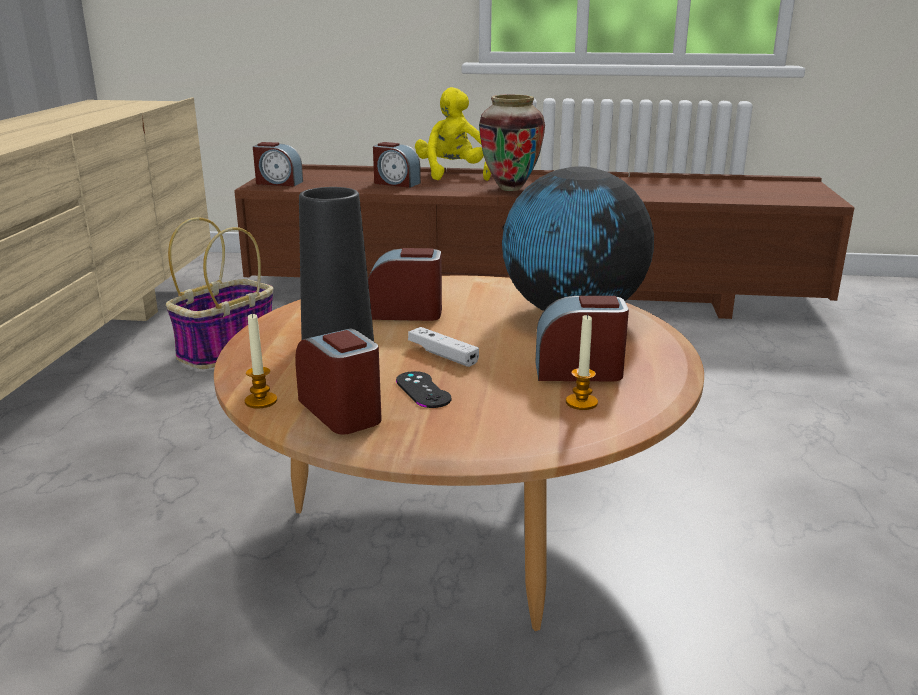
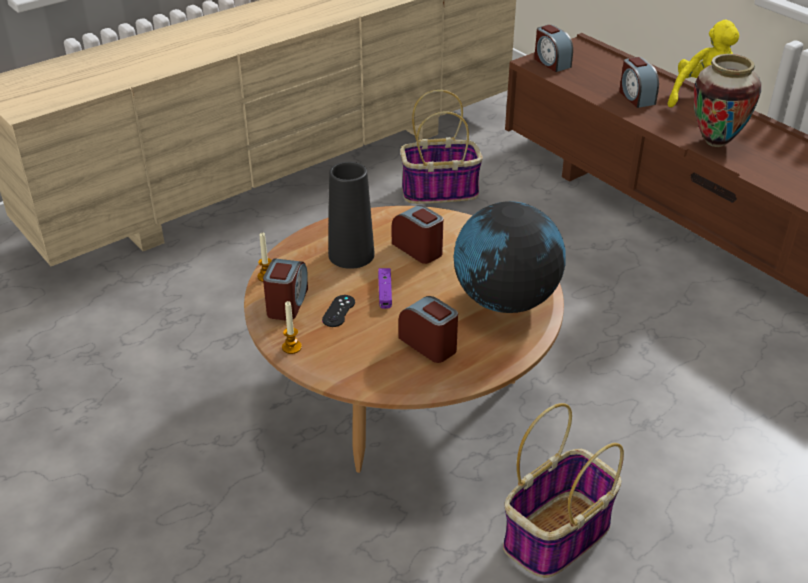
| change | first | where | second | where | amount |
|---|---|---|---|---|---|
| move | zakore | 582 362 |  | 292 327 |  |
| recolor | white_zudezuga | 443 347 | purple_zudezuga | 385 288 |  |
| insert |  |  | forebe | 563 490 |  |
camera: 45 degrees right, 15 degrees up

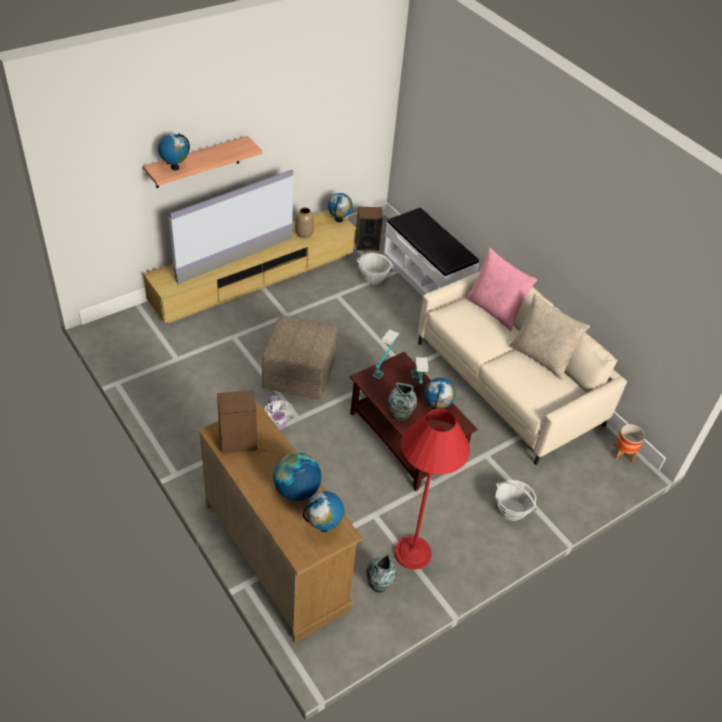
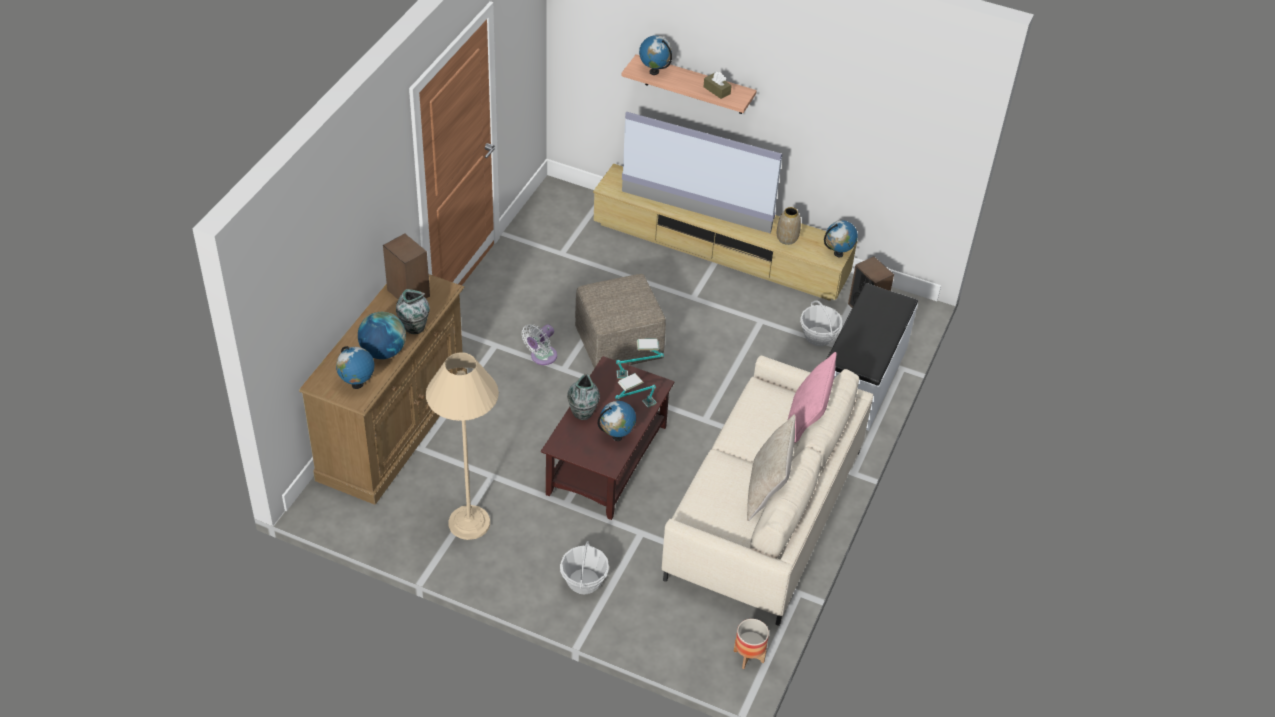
| change | first | where | second | where | amount |
|---|---|---|---|---|---|
| move | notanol | 381 573 |  | 413 311 |  |
| recolor | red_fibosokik | 432 489 | beige_fibosokik | 462 446 |  |
| insert |  |  | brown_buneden | 717 85 |  |
camera: 60 degrees right, 0 degrees up

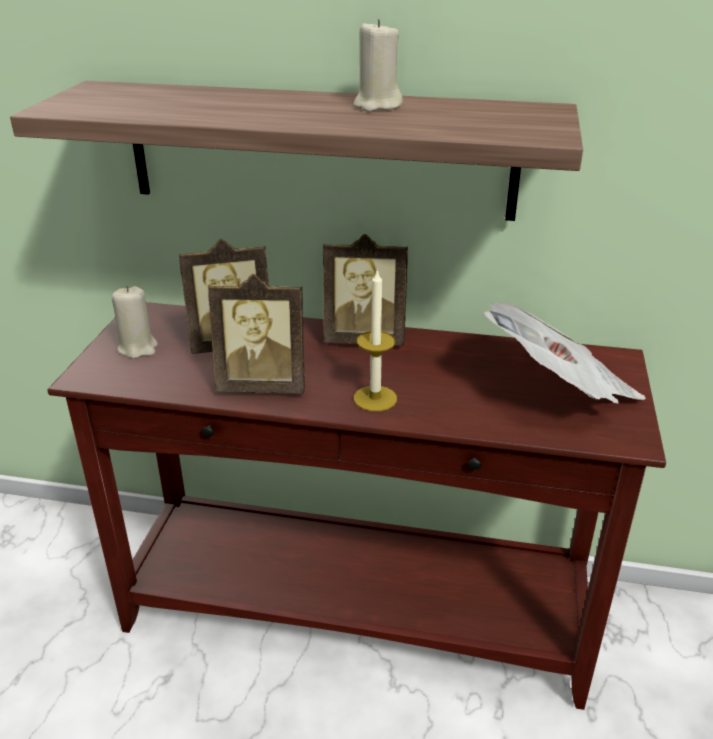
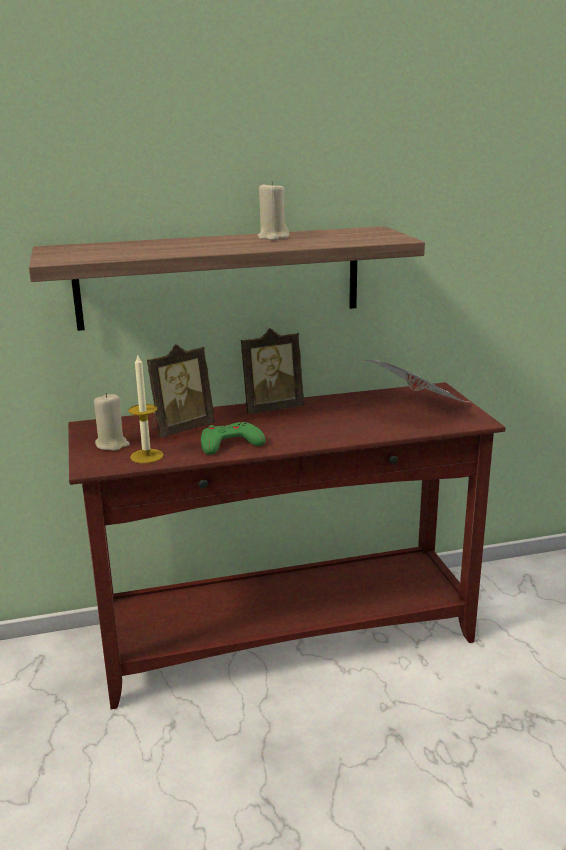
| change | first | where | second | where | amount |
|---|---|---|---|---|---|
| move | zakore | 375 339 |  | 146 409 |  |
| replace | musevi | 256 333 | green_zudezuga | 233 438 |  |
camera: 25 degrees left, 10 degrees down

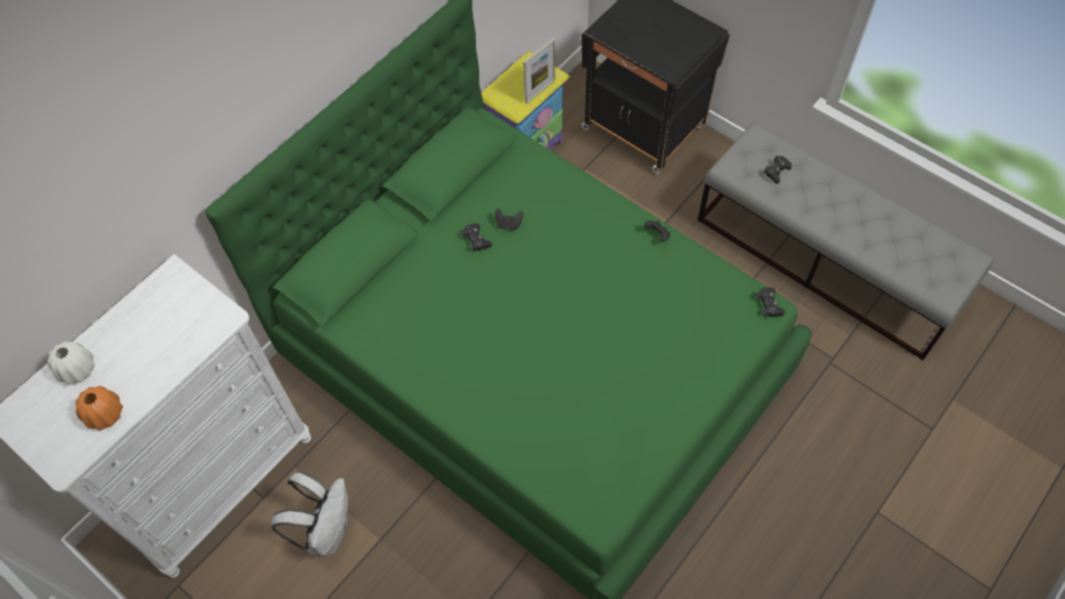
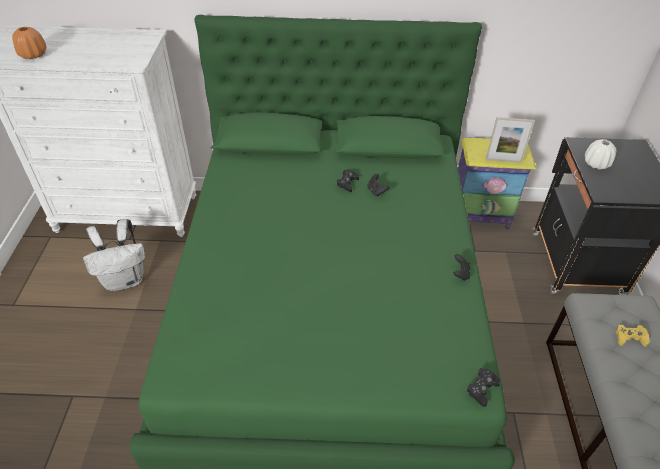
| change | first | where | second | where | amount |
|---|---|---|---|---|---|
| move | white_notanol | 71 363 |  | 600 154 |  |
| recolor | black_zudezuga | 778 169 | yellow_zudezuga | 633 335 |  |
camera: 50 degrees right, 15 degrees down

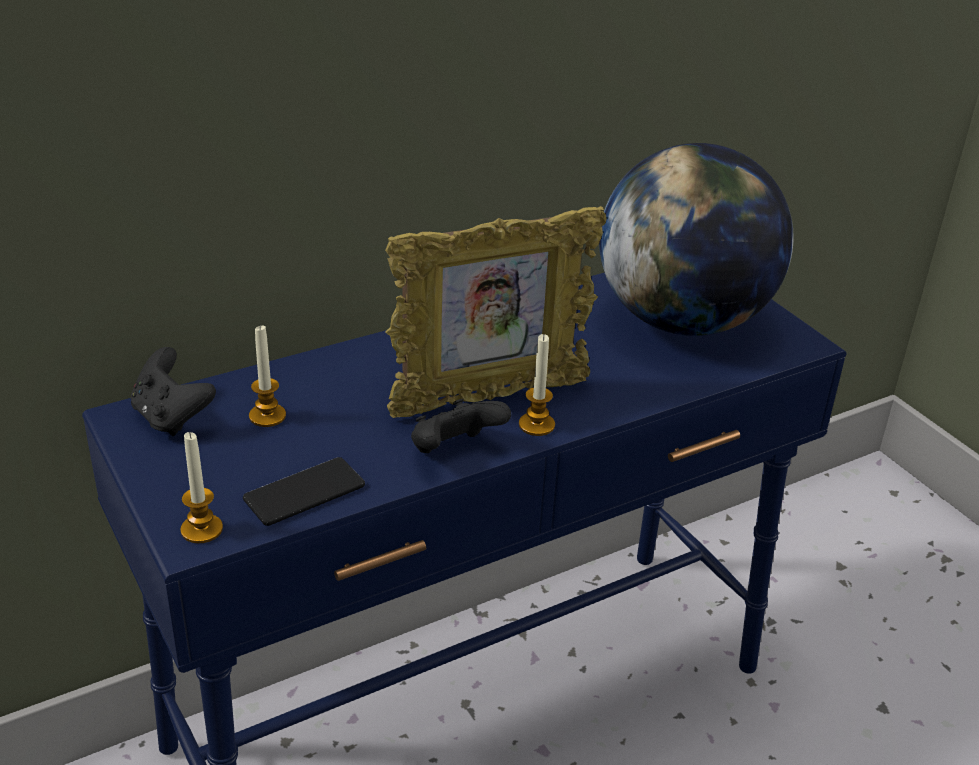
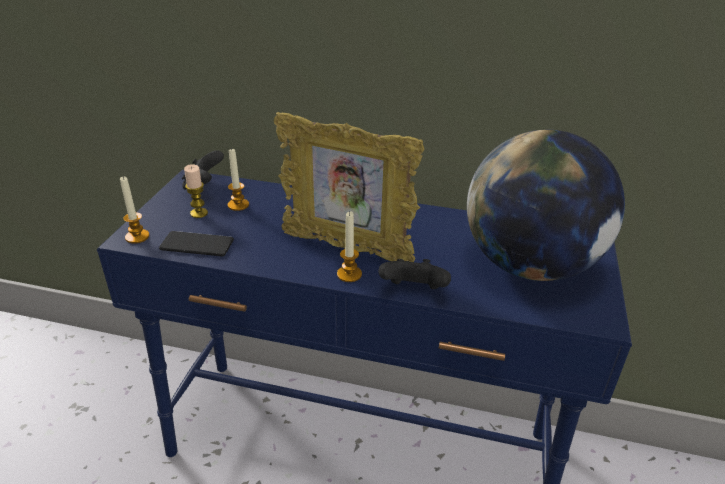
| change | first | where | second | where | amount |
|---|---|---|---|---|---|
| insert |  |  | zakore | 196 191 |  |
| move | black_zudezuga | 461 426 |  | 414 274 |  |
camera: 45 degrees right, 0 degrees up

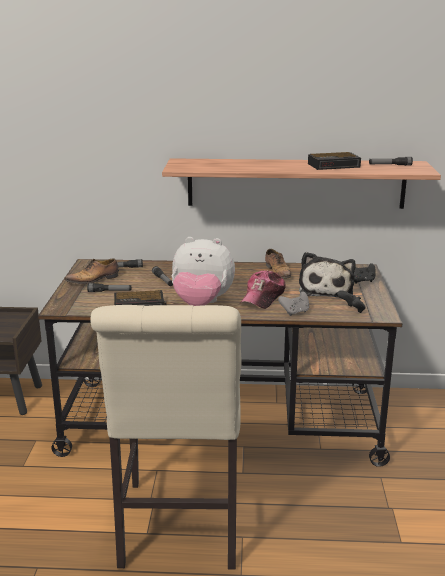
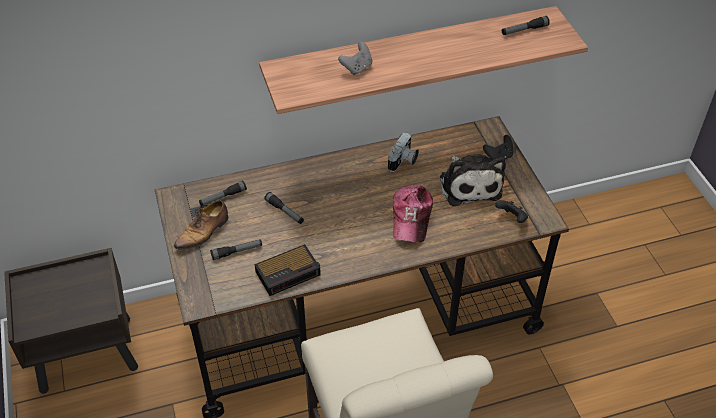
| change | first | where | second | where | amount |
|---|---|---|---|---|---|
| move | grey_zudezuga | 293 303 |  | 355 58 |  |
| replace | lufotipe | 278 264 | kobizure | 403 152 |  |
| delete | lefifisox | 203 271 |  |  |  |
| delete | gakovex | 334 161 |  |  |  |
camera: 20 degrees left, 25 degrees up

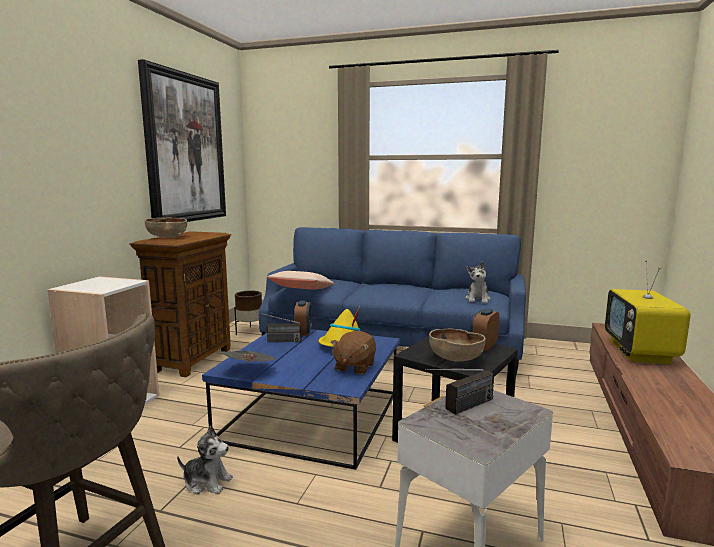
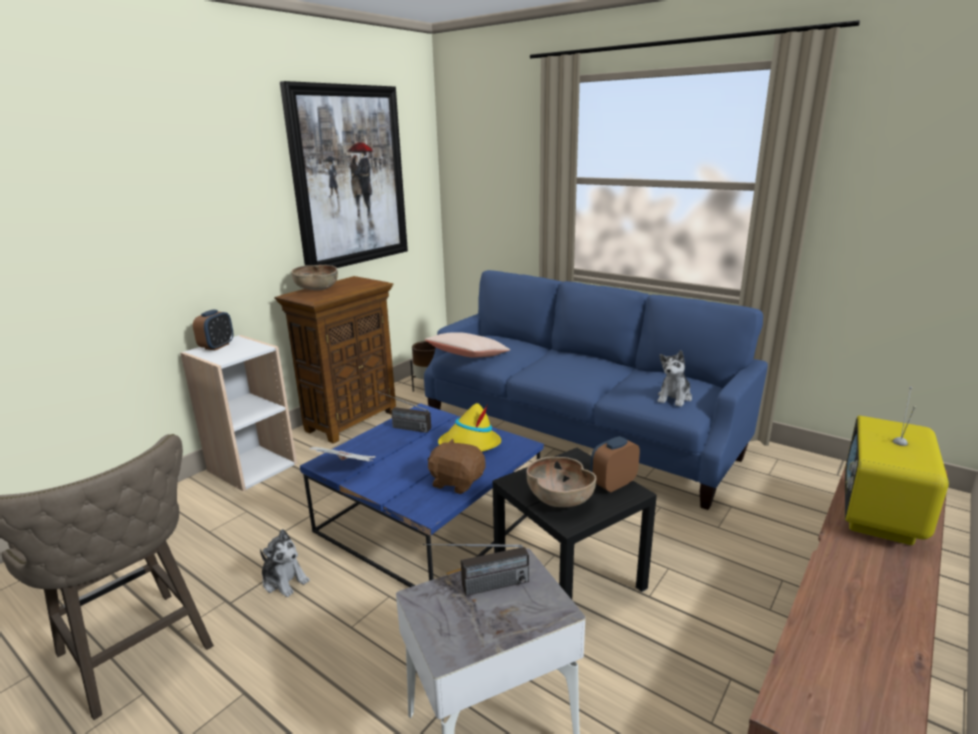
| change | first | where | second | where | amount |
|---|---|---|---|---|---|
| move | gakovex | 303 317 |  | 213 330 |  |
| rotate | brown_lefifisox | 353 353 |  | 456 466 | 75 degrees clockwise |
camera: 20 degrees right, 10 degrees up

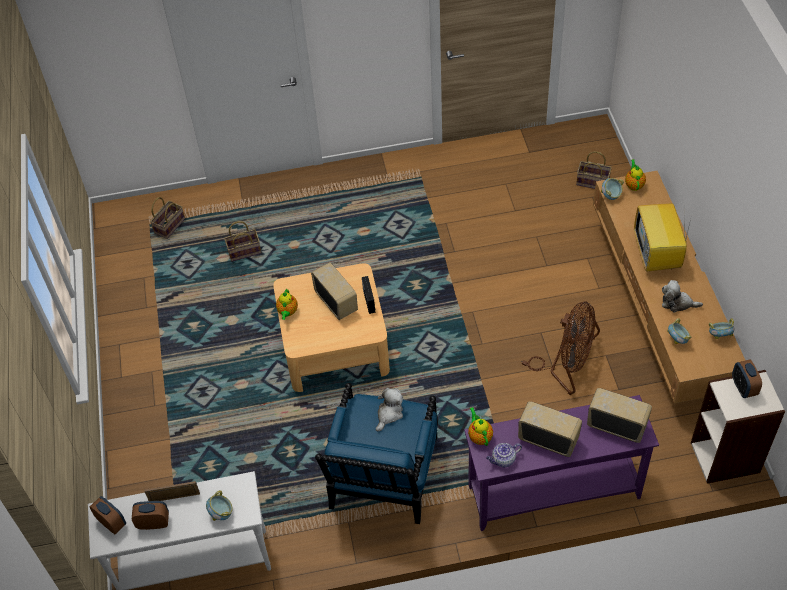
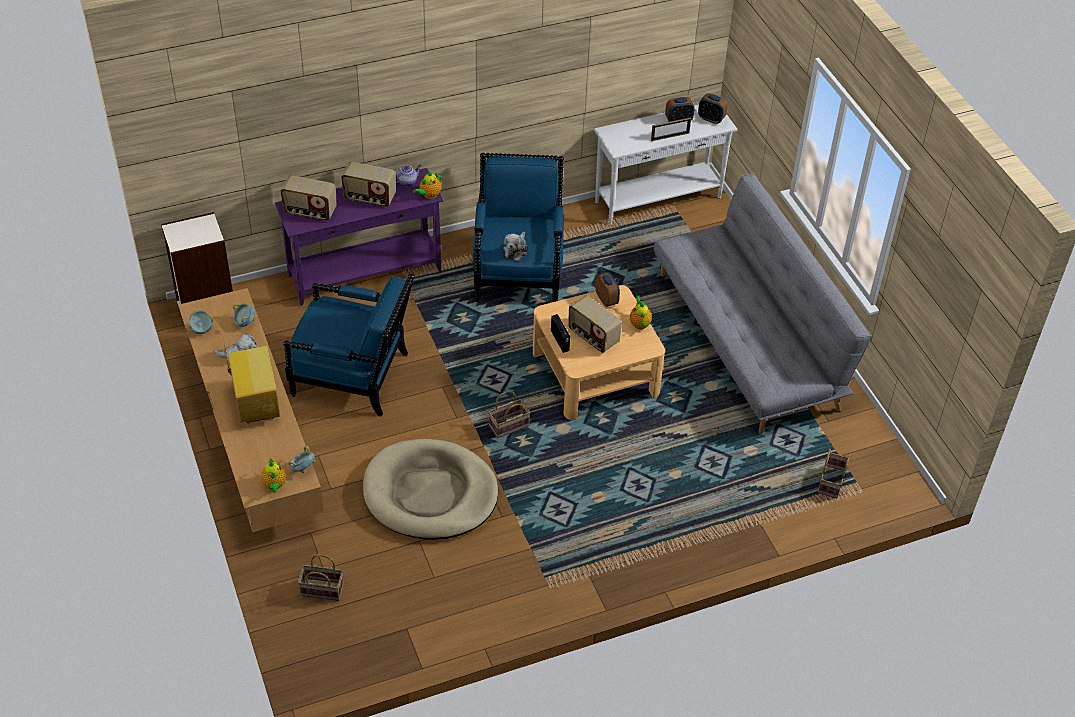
| change | first | where | second | where | amount |
|---|---|---|---|---|---|
| replace | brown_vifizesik | 561 348 | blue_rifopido | 349 345 |  |
| insert |  |  | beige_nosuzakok | 430 489 |  |
| rotate | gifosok | 480 426 |  | 427 185 | 75 degrees clockwise |
| move | forebe | 242 241 |  | 509 414 |  |
| move | gakovex | 747 379 |  | 607 289 |  |
| insert |  |  | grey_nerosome | 763 303 |  |
| delete | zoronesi | 219 505 |  |  |  |
camera: 165 degrees right, 5 degrees down

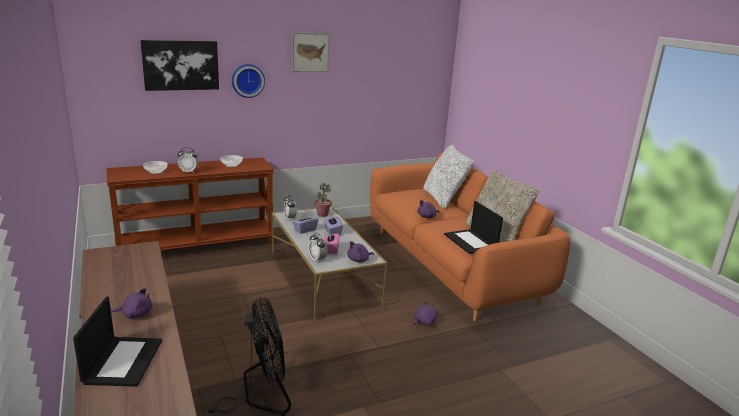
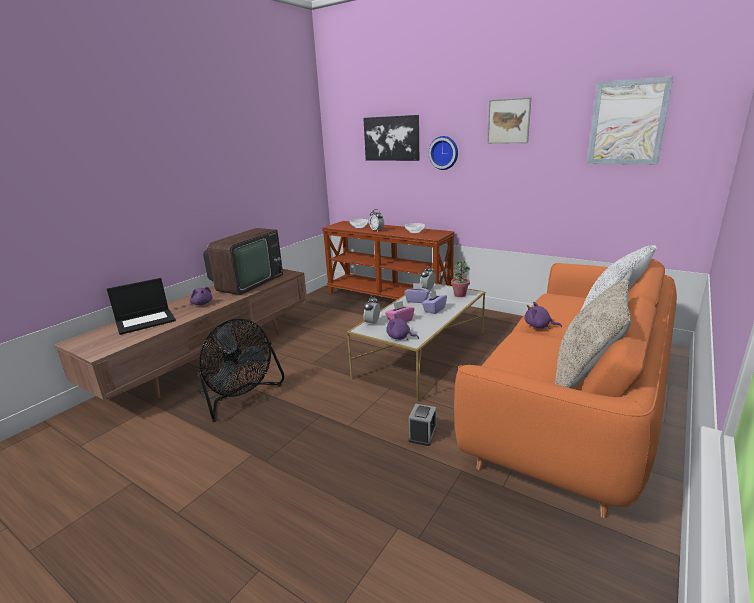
| change | first | where | second | where | amount |
|---|---|---|---|---|---|
| insert |  |  | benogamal | 243 261 |  |
| replace | purple_lefifisox | 423 314 | gakovex | 422 425 |  |
| insert |  |  | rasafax | 630 120 |  |
| delete | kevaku | 473 227 |  |  |  |
camera: 60 degrees right, 0 degrees up

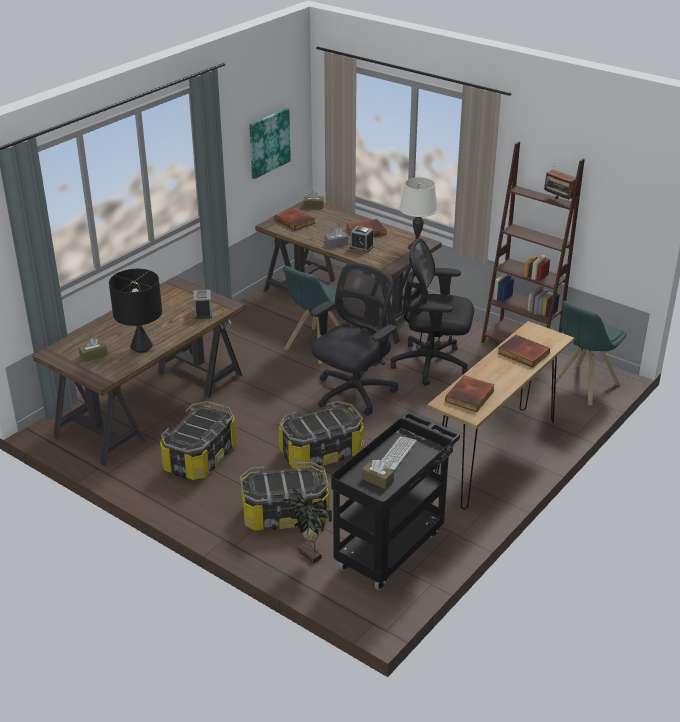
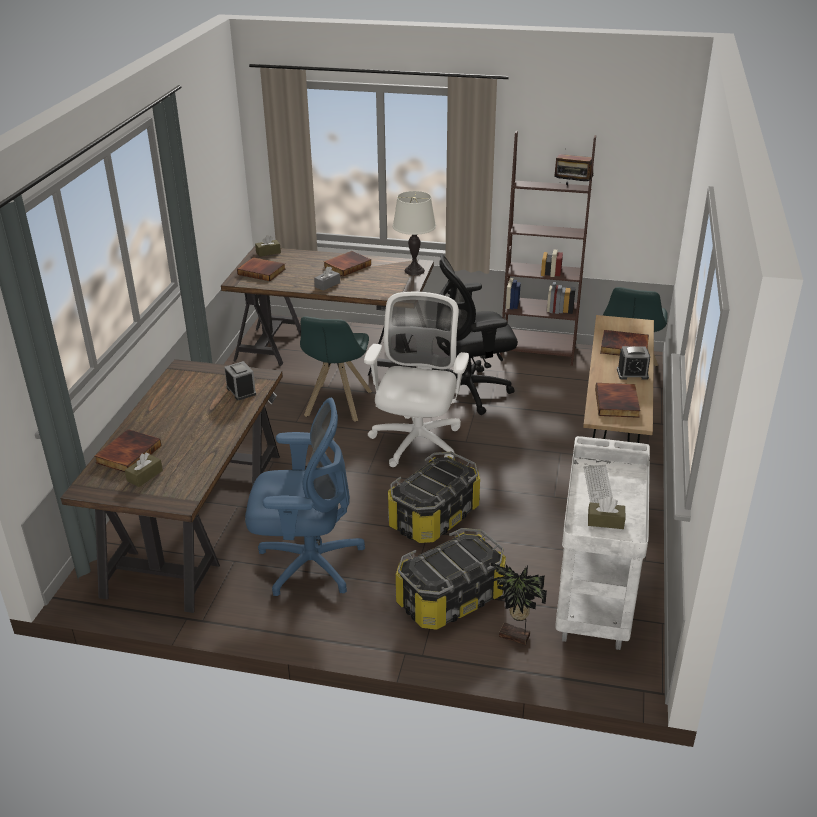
| change | first | where | second | where | amount |
|---|---|---|---|---|---|
| insert |  |  | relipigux | 127 450 |  |
| replace | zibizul | 198 440 | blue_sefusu | 305 497 |  |
| recolor | black_sefusu | 354 339 | white_sefusu | 416 379 |  |
| recolor | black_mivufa | 395 501 | white_mivufa | 603 543 |  |
| move | gakovex | 361 239 |  | 633 363 |  |
| delete | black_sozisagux | 135 311 |  |  |  |
| delete | rasafax | 270 143 |  |  |  |
camera: 25 degrees left, 0 degrees up

